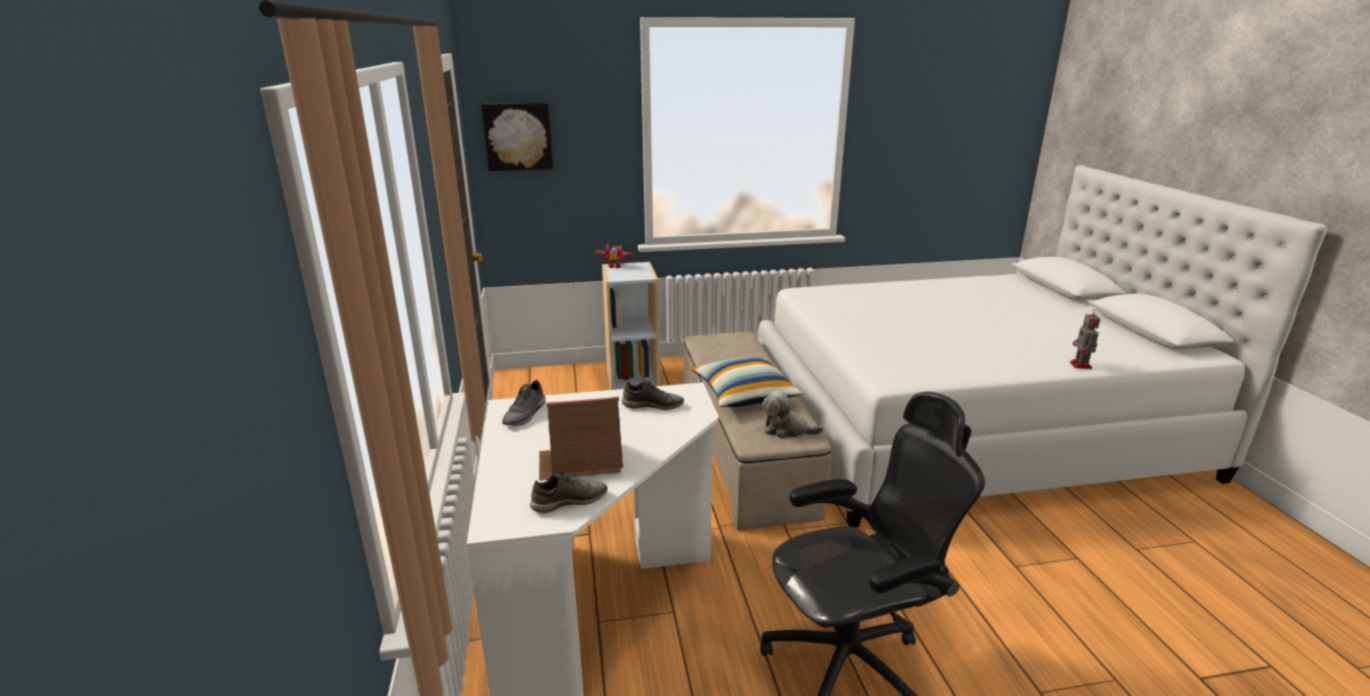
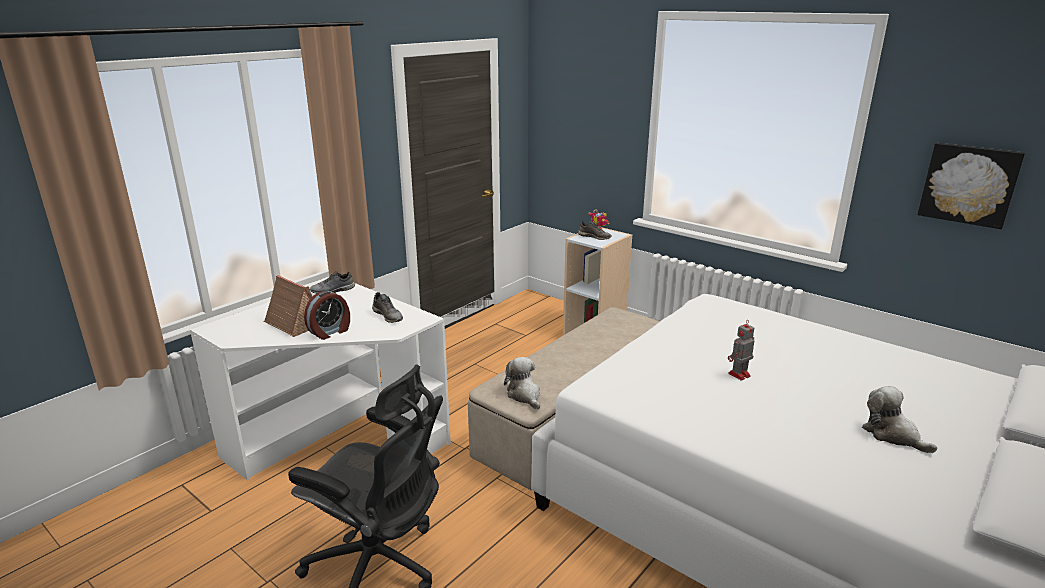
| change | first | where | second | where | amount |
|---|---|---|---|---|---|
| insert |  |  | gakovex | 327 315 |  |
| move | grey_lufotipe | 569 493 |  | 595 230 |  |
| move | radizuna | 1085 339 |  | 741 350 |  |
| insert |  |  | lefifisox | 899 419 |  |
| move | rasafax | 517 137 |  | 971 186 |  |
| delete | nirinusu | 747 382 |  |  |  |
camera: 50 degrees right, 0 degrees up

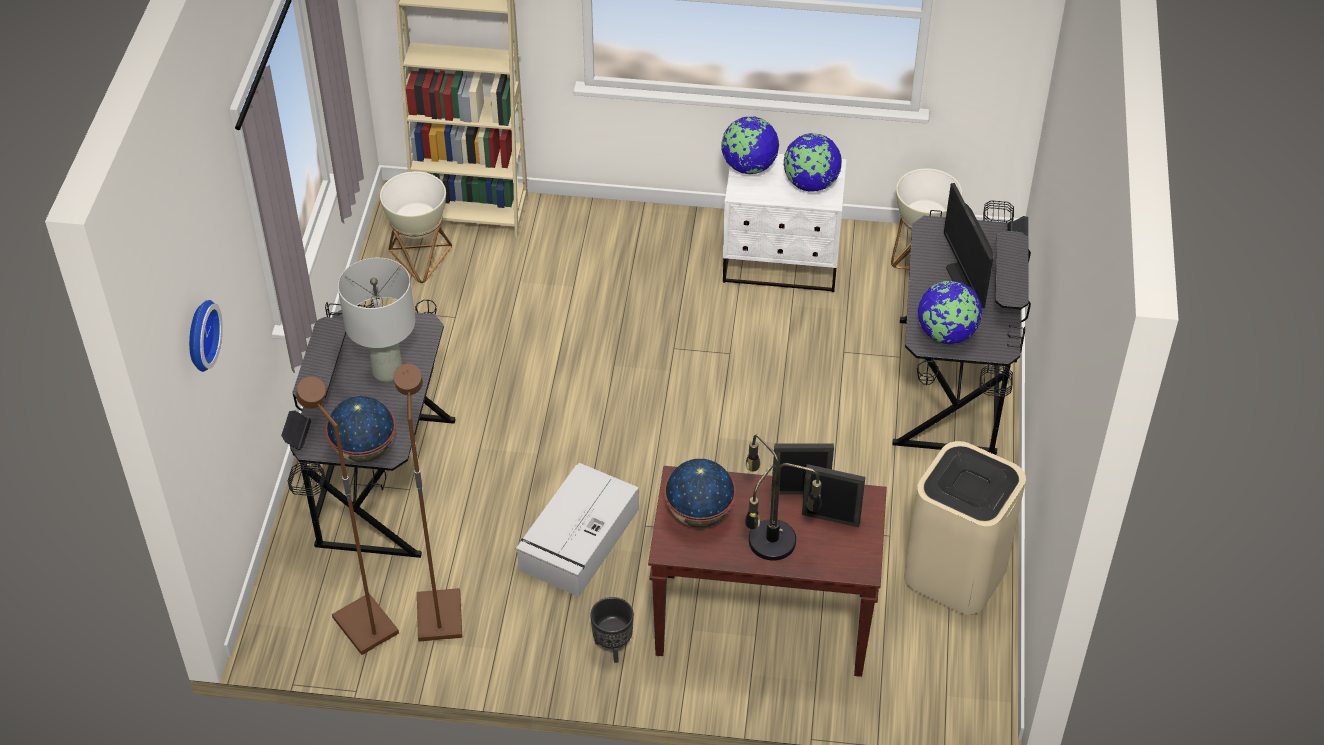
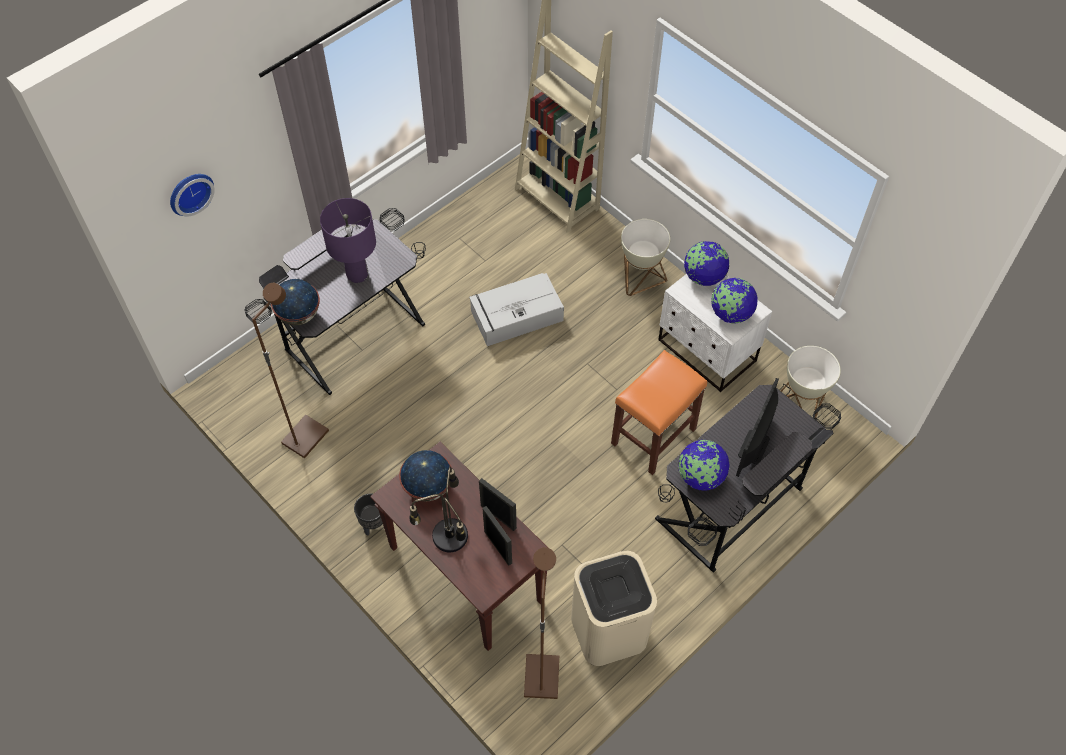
| change | first | where | second | where | amount |
|---|---|---|---|---|---|
| recolor | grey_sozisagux | 376 320 | purple_sozisagux | 348 240 |  |
| move | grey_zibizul | 577 530 |  | 516 309 |  |
| move | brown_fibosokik | 347 515 |  | 541 623 |  |
| insert |  |  | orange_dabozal | 659 412 |  |
| move | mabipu | 416 227 |  | 645 257 |  |
camera: 40 degrees right, 10 degrees up

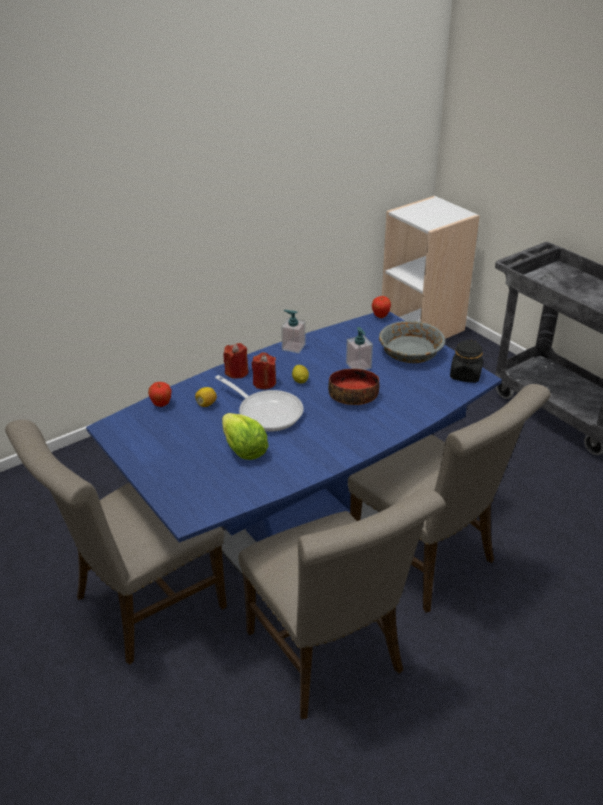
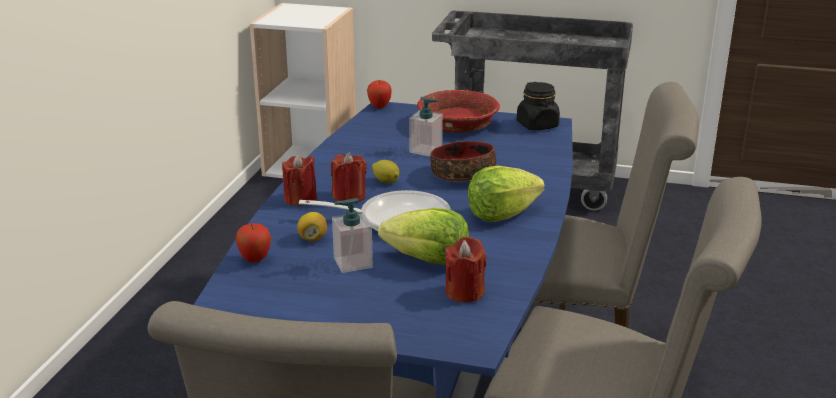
| change | first | where | second | where | amount |
|---|---|---|---|---|---|
| move | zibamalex | 293 331 |  | 352 235 |  |
| recolor | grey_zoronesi | 412 342 | red_zoronesi | 458 111 |  |
| insert |  |  | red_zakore | 465 269 |  |
| insert |  |  | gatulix | 506 194 |  |
camera: 40 degrees left, 10 degrees down

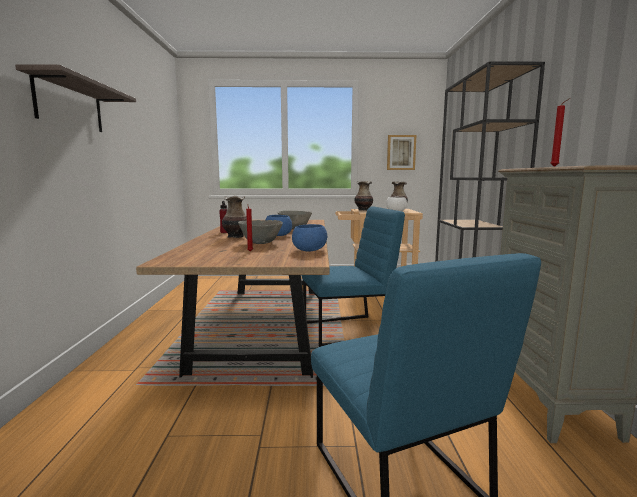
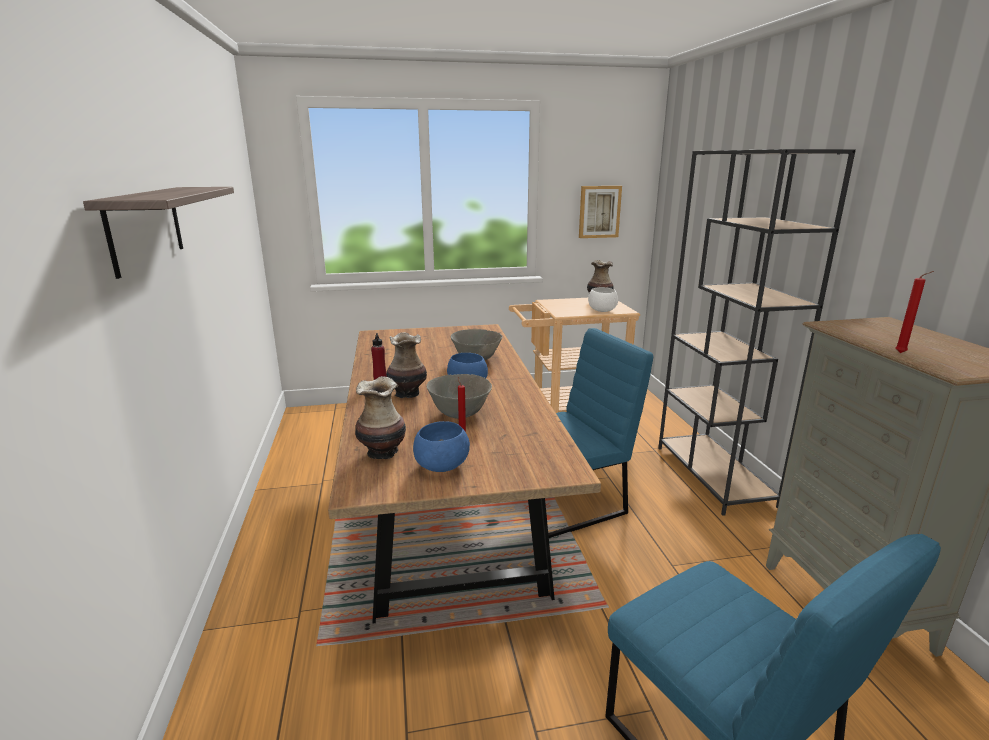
| change | first | where | second | where | amount |
|---|---|---|---|---|---|
| move | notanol | 363 196 |  | 380 417 |  |
| move | blue_zoronesi | 309 238 |  | 441 446 |  |
camera: 10 degrees left, 10 degrees up

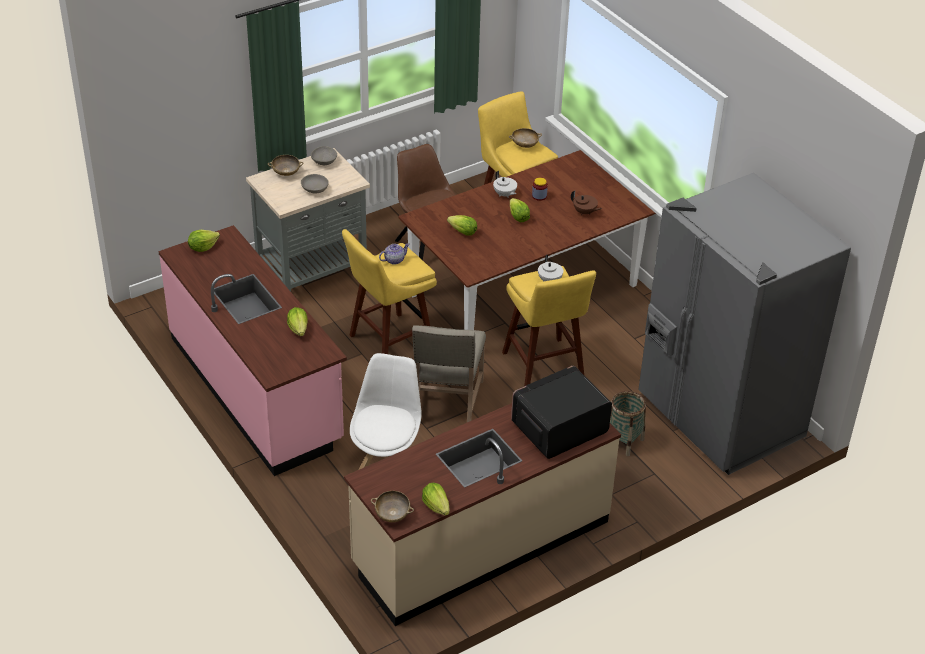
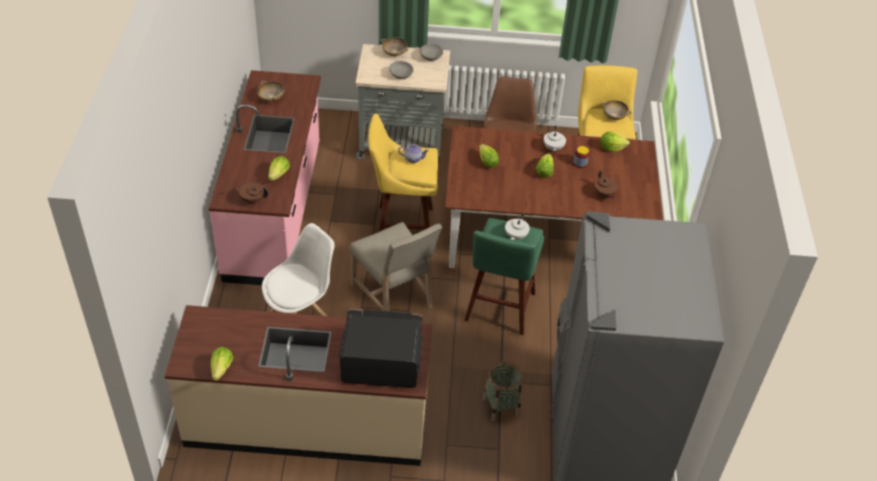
| change | first | where | second | where | amount |
|---|---|---|---|---|---|
| insert |  |  | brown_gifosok | 250 193 |  |
| move | beige_zoronesi | 392 506 |  | 270 91 |  |
| rotate | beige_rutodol | 449 373 |  | 395 266 | 75 degrees counterclockwise |
| recolor | yellow_dabozal | 549 326 | green_dabozal | 504 276 |  |
| move | gatulix | 204 241 |  | 615 142 |  |
camera: 35 degrees right, 5 degrees up

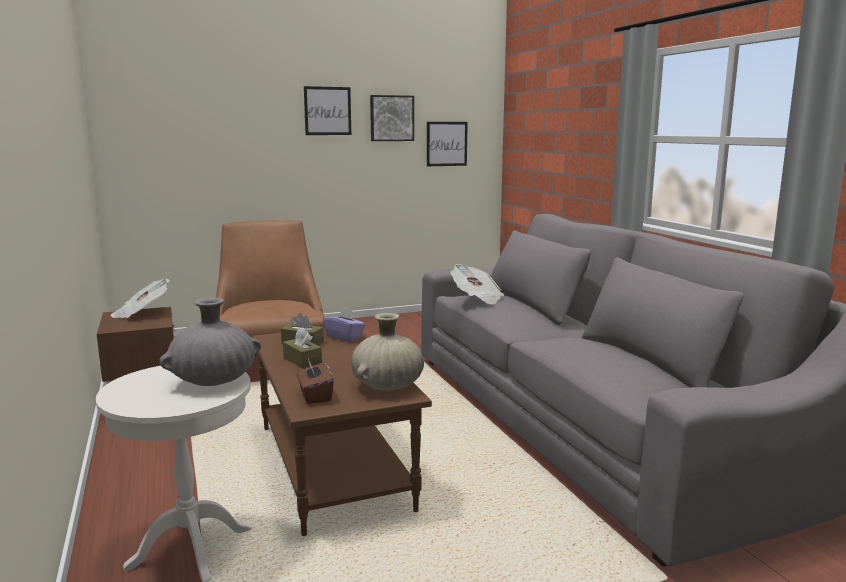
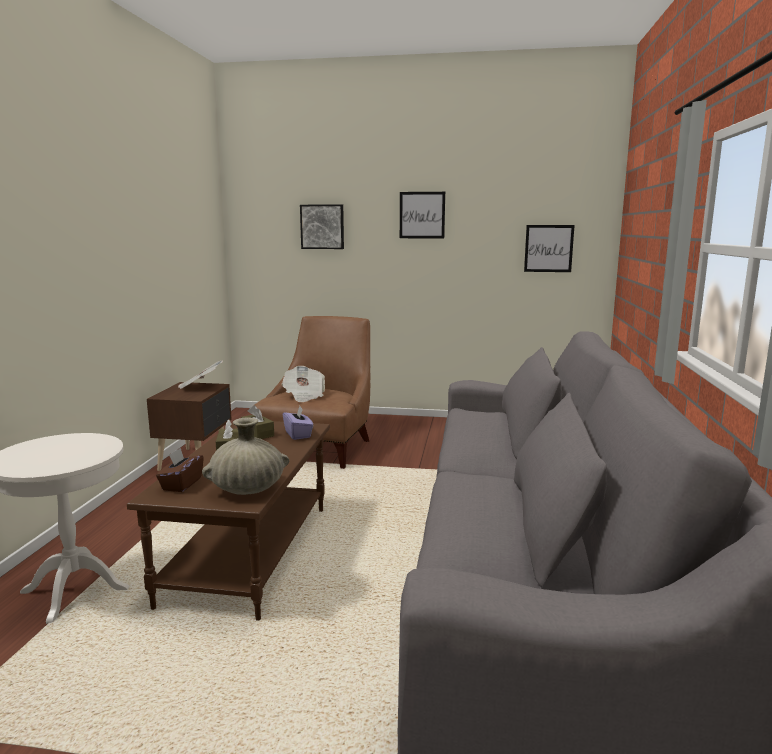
| change | first | where | second | where | amount |
|---|---|---|---|---|---|
| move | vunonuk | 477 284 |  | 303 384 |  |
| move | rasafax | 392 118 |  | 322 226 |  |
| delete | grey_notanol | 210 342 |  |  |  |
camera: 30 degrees right, 0 degrees up

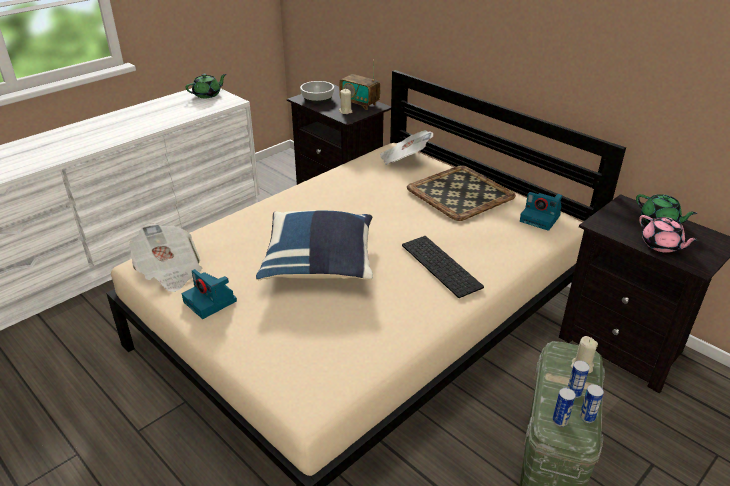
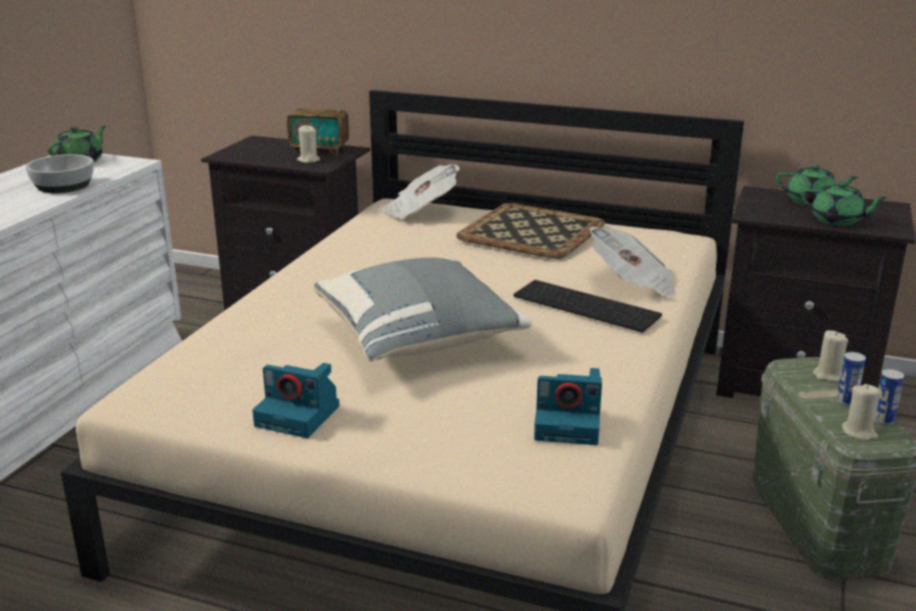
| change | first | where | second | where | amount |
|---|---|---|---|---|---|
| move | zoronesi | 317 92 |  | 59 173 |  |
| recolor | blue_nirinusu | 314 245 | grey_nirinusu | 423 309 |  |
| move | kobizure | 541 211 |  | 568 406 |  |
| move | vunonuk | 166 257 |  | 632 262 |  |
| recolor | pink_gifosok | 669 234 | green_gifosok | 844 204 |  |
| replace | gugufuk | 564 407 | beige_zakore | 861 412 |  |
camera: 25 degrees left, 10 degrees down

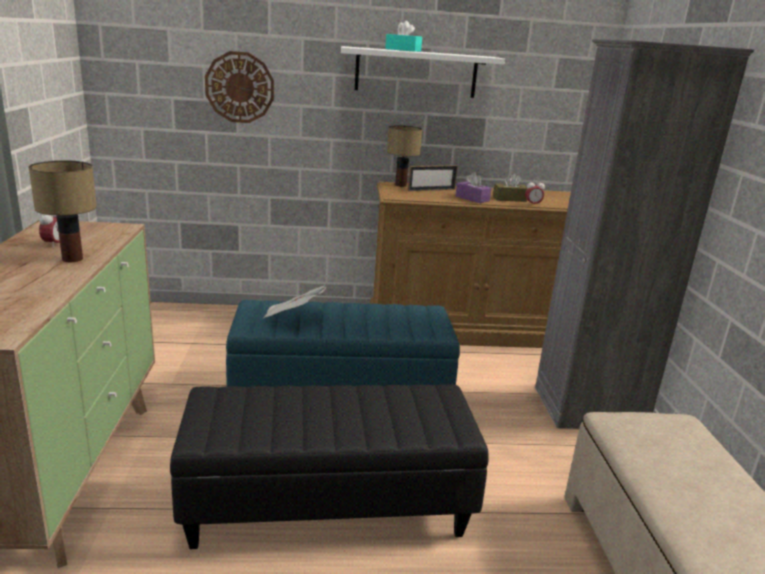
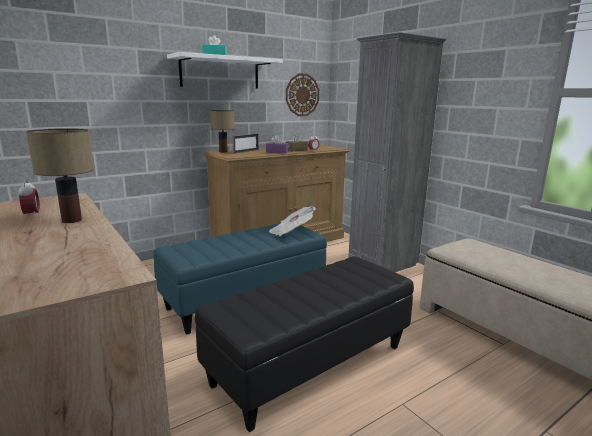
| change | first | where | second | where | amount |
|---|---|---|---|---|---|
| move | vunonuk | 294 301 |  | 292 221 |  |
| move | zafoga | 239 87 |  | 302 94 |  |
camera: 30 degrees left, 5 degrees down

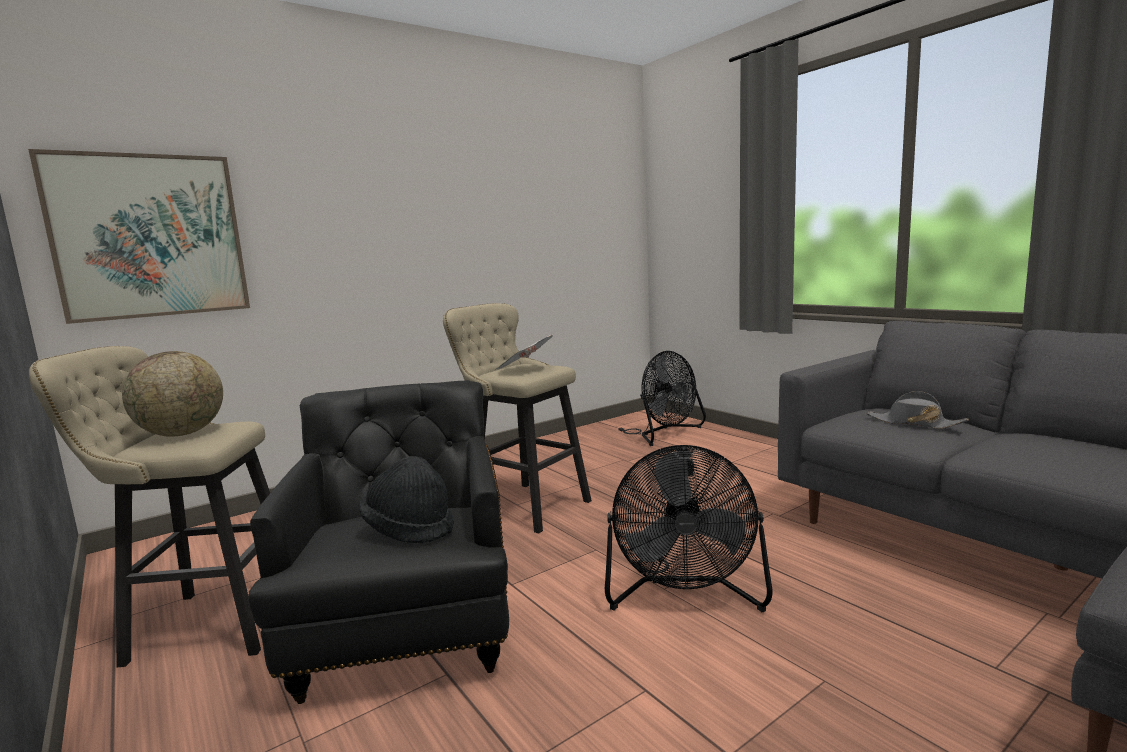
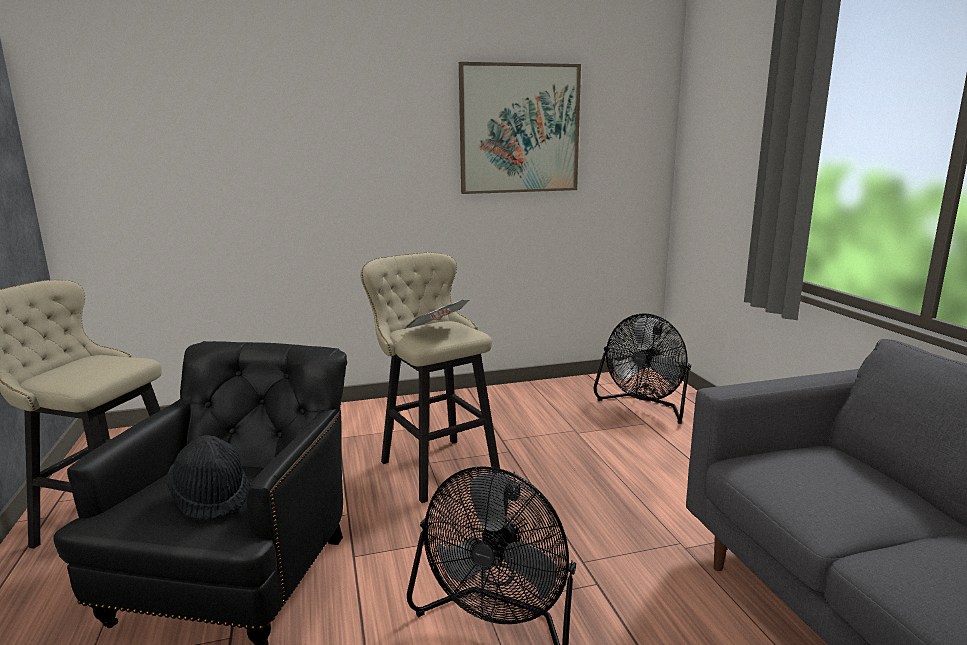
| change | first | where | second | where | amount |
|---|---|---|---|---|---|
| move | rasafax | 139 236 |  | 520 128 |  |
| rotate | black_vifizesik | 662 398 |  | 642 369 | 60 degrees clockwise |
| delete | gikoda | 172 394 |  |  |  |
| delete | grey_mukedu | 917 410 |  |  |  |
camera: 20 degrees right, 5 degrees up

